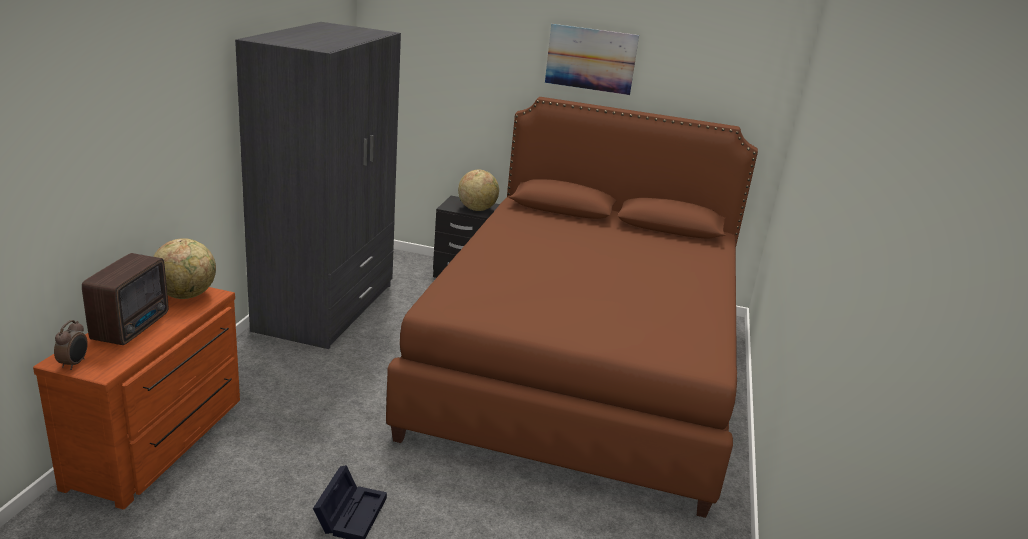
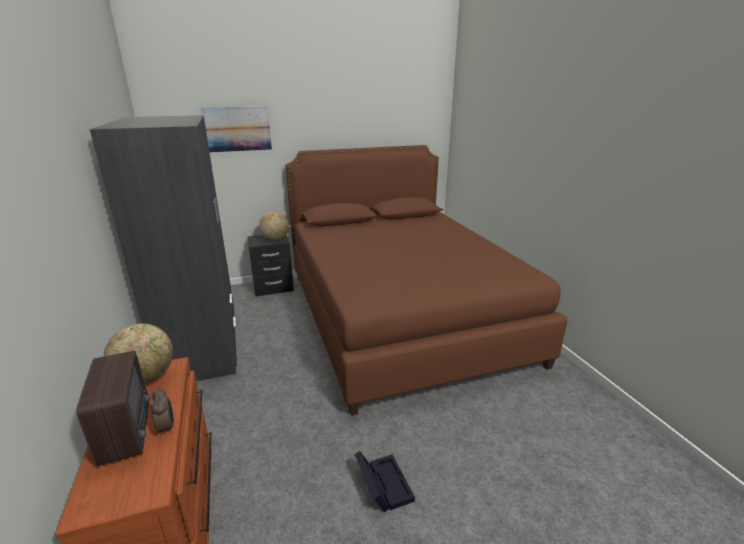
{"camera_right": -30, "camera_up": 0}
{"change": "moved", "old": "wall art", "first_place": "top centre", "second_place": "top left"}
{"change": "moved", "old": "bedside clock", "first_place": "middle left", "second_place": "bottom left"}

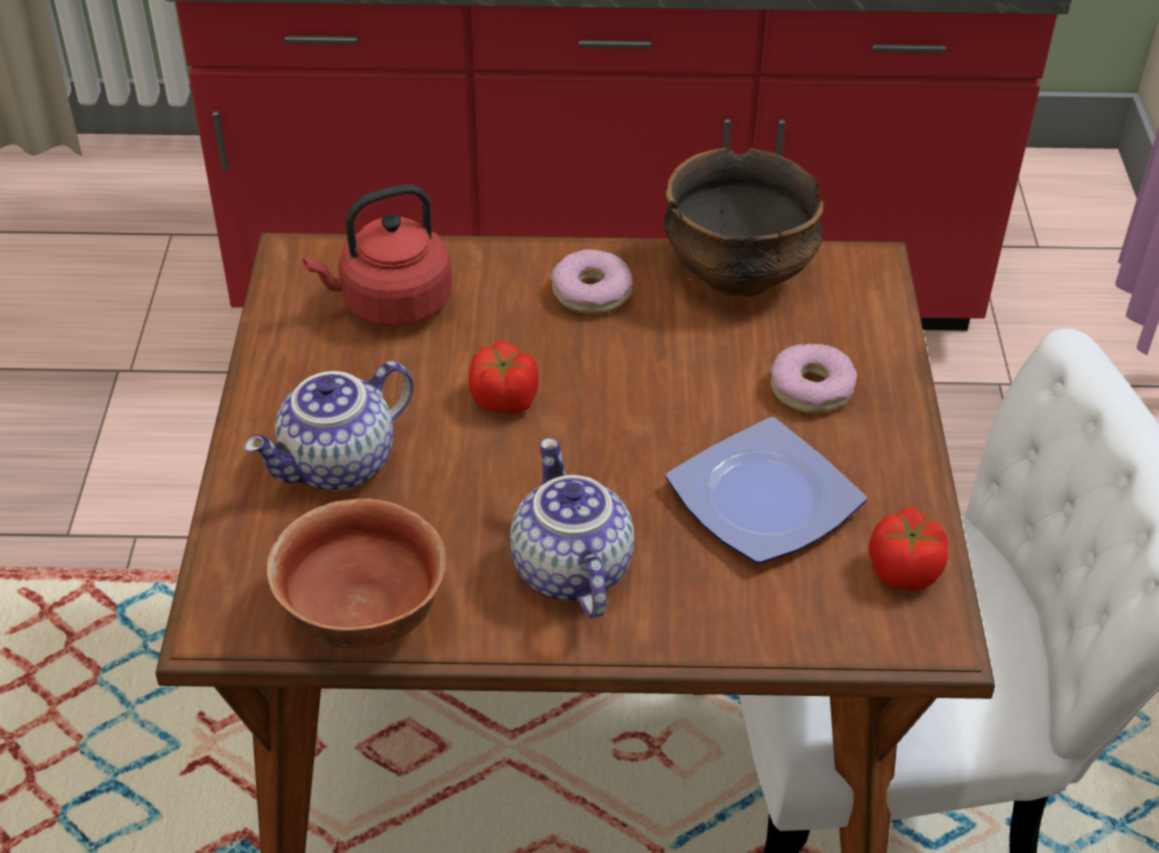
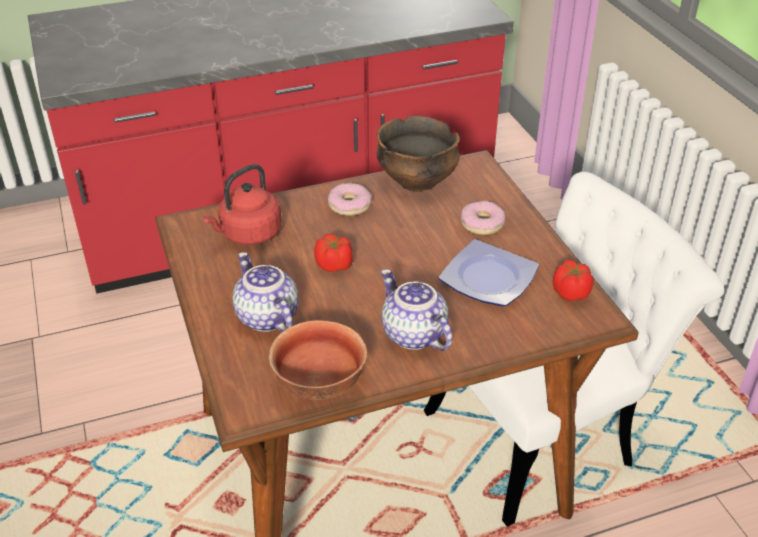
{"camera_right": -20, "camera_up": -5}
{"change": "turned", "old": "pot for tea (1st from left)", "first_place": "middle left", "second_place": "centre", "degrees": 120}

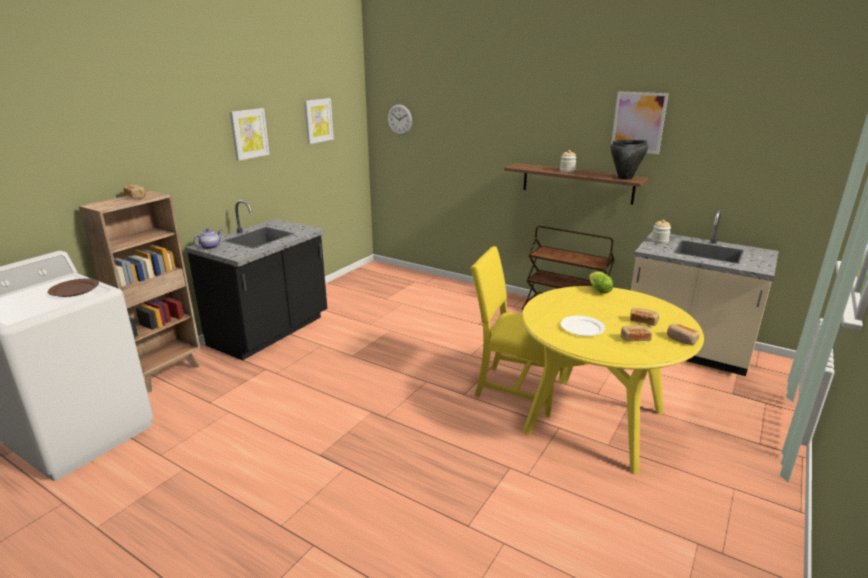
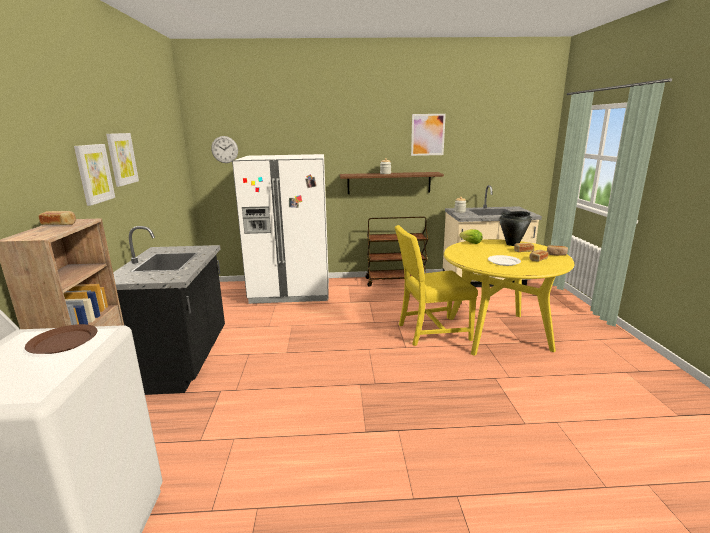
{"camera_right": -35, "camera_up": -5}
{"change": "moved", "old": "wall art (2nd from left in the first image)", "new": "wall art (1st from left)", "first_place": "top centre", "second_place": "top left"}
{"change": "moved", "old": "blackish stockpot", "first_place": "top right", "second_place": "middle right"}
{"change": "removed", "old": "pot for tea", "first_place": "middle left"}
{"change": "added", "new": "white kitchen fridge", "second_place": "centre"}

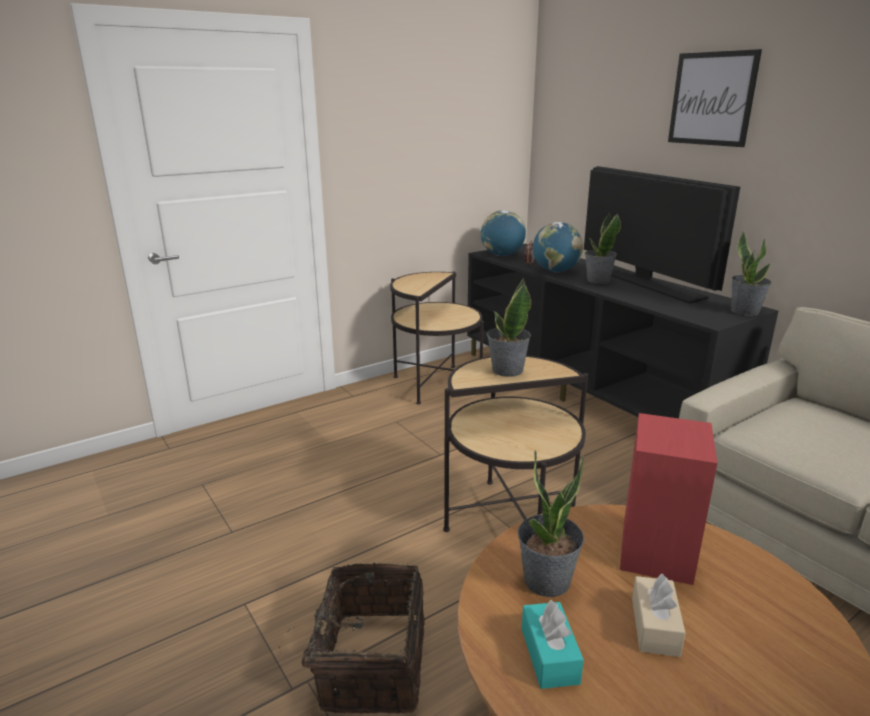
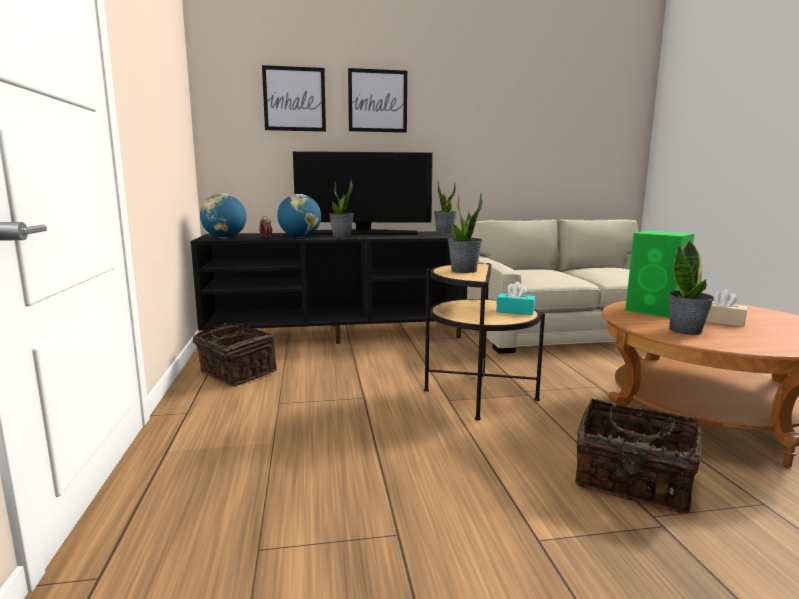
{"camera_right": -65, "camera_up": -10}
{"change": "replaced", "old": "end table (1st from left)", "new": "household basket (1st from left)", "first_place": "centre", "second_place": "middle left"}
{"change": "recoloured", "old": "red-coloured speaker", "new": "greenish speaker", "first_place": "bottom right", "second_place": "middle right"}
{"change": "moved", "old": "blue-green tissue box", "first_place": "bottom centre", "second_place": "centre"}
{"change": "added", "new": "wall art (1st from left)", "second_place": "top centre"}

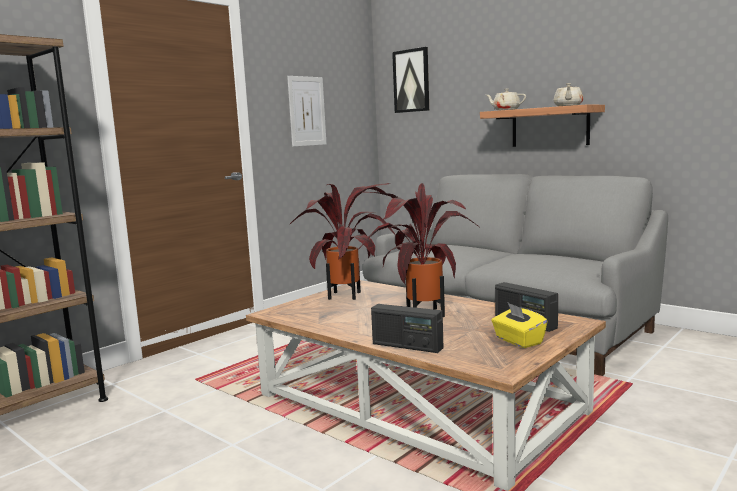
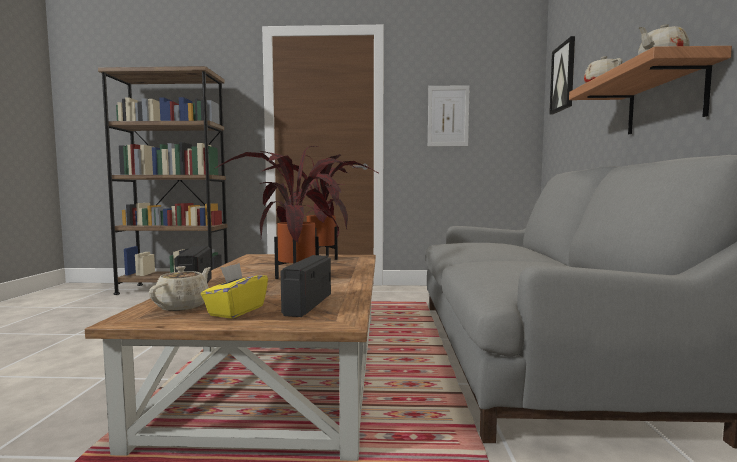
{"camera_right": 50, "camera_up": -5}
{"change": "added", "new": "sand-coloured pot for tea (1st from left)", "second_place": "middle left"}

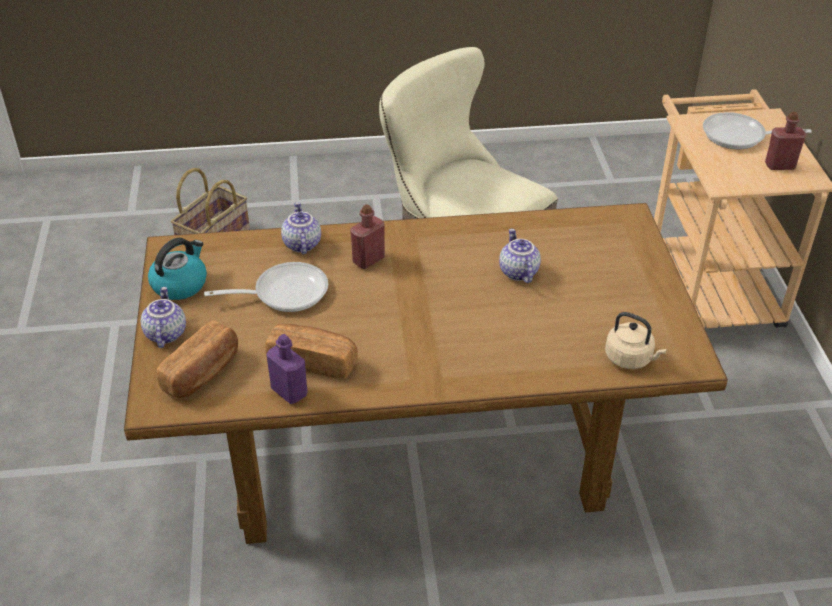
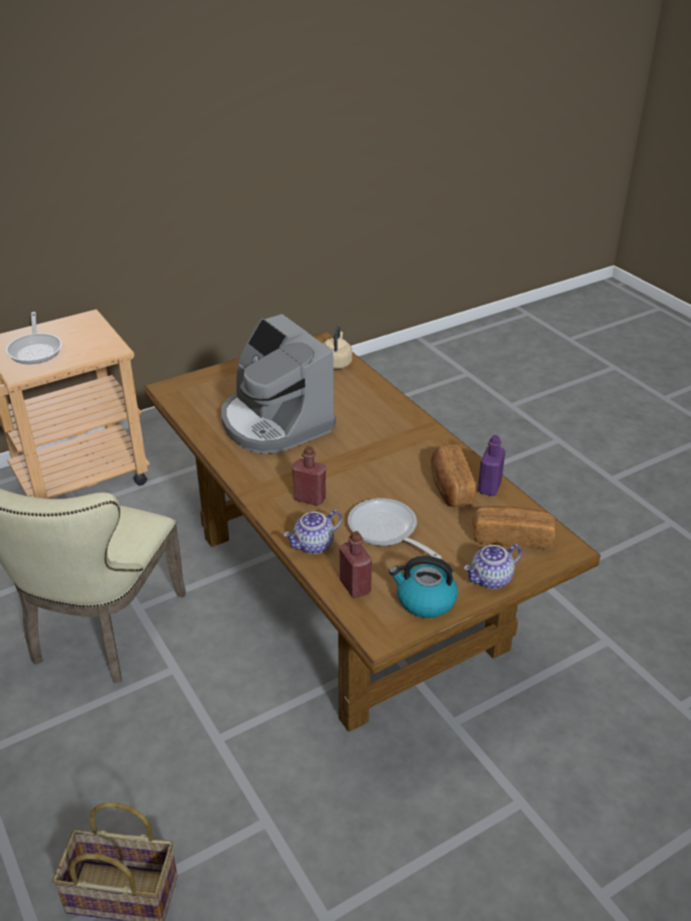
{"camera_right": -115, "camera_up": -5}
{"change": "moved", "old": "red-coloured bottle (2nd from left)", "first_place": "top right", "second_place": "centre"}
{"change": "replaced", "old": "pot for tea (3rd from left)", "new": "coffee brewer", "first_place": "centre", "second_place": "centre"}

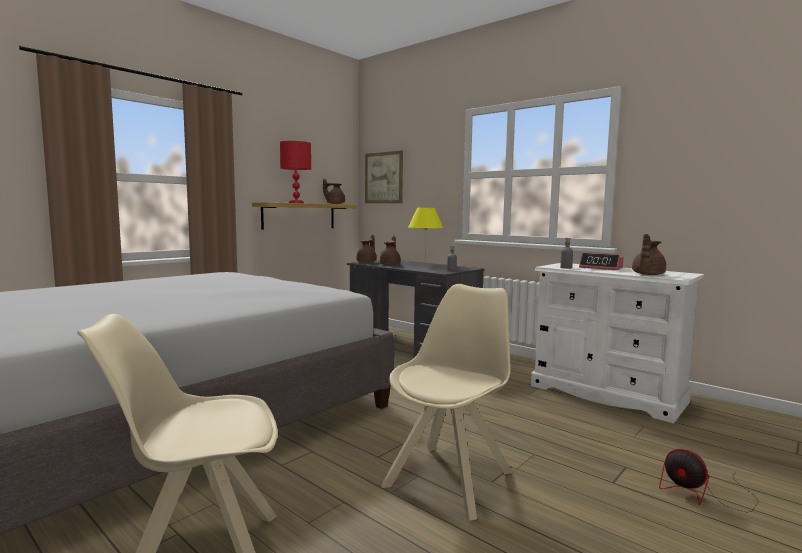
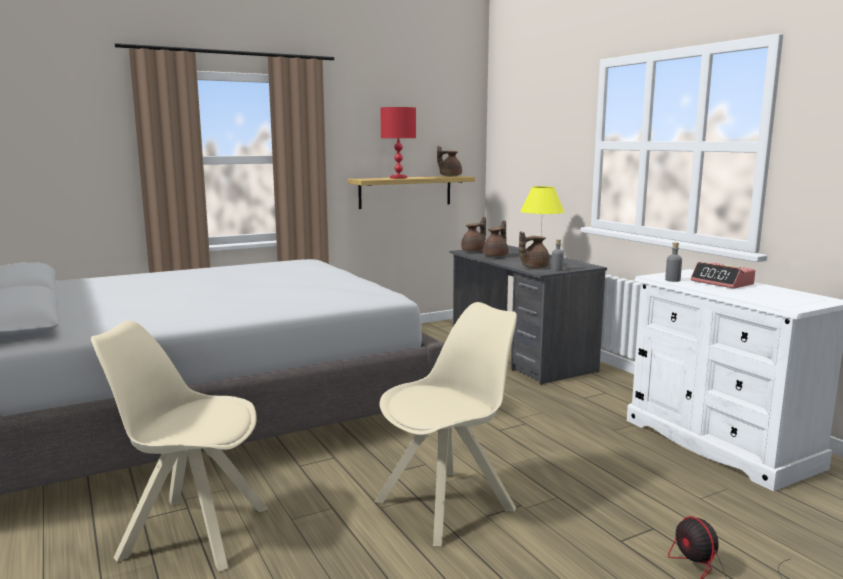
{"camera_right": 20, "camera_up": 5}
{"change": "removed", "old": "wall art", "first_place": "top centre"}
{"change": "moved", "old": "brown pot for tea (4th from left)", "first_place": "middle right", "second_place": "centre"}

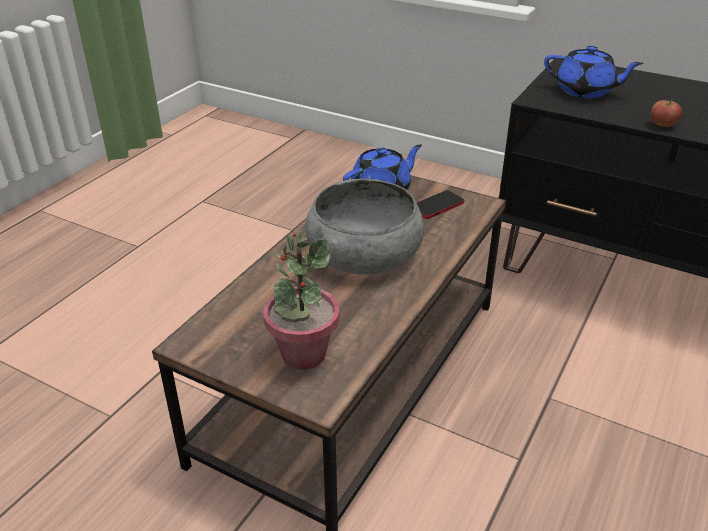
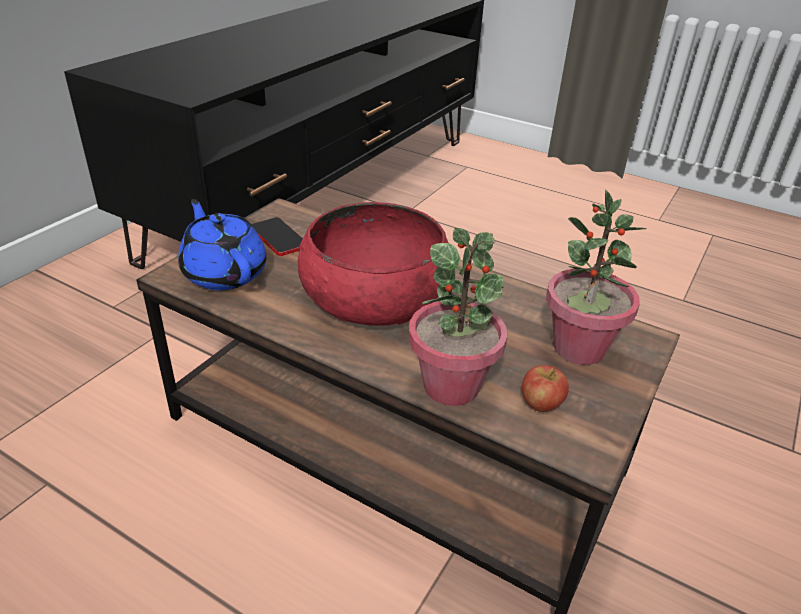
{"camera_right": -90, "camera_up": 0}
{"change": "removed", "old": "bluish pot for tea (2nd from left)", "first_place": "top right"}
{"change": "moved", "old": "apple fruit", "first_place": "top right", "second_place": "middle right"}
{"change": "recoloured", "old": "greyish deep dish", "new": "red-coloured deep dish", "first_place": "centre", "second_place": "centre"}
{"change": "added", "new": "houseplant (1st from left)", "second_place": "centre"}

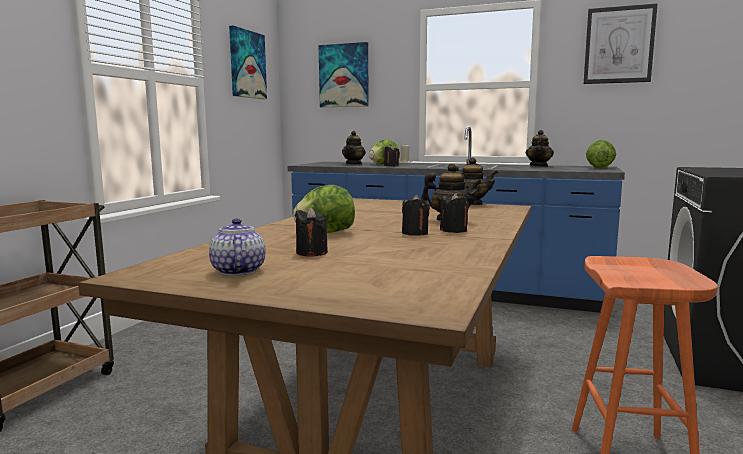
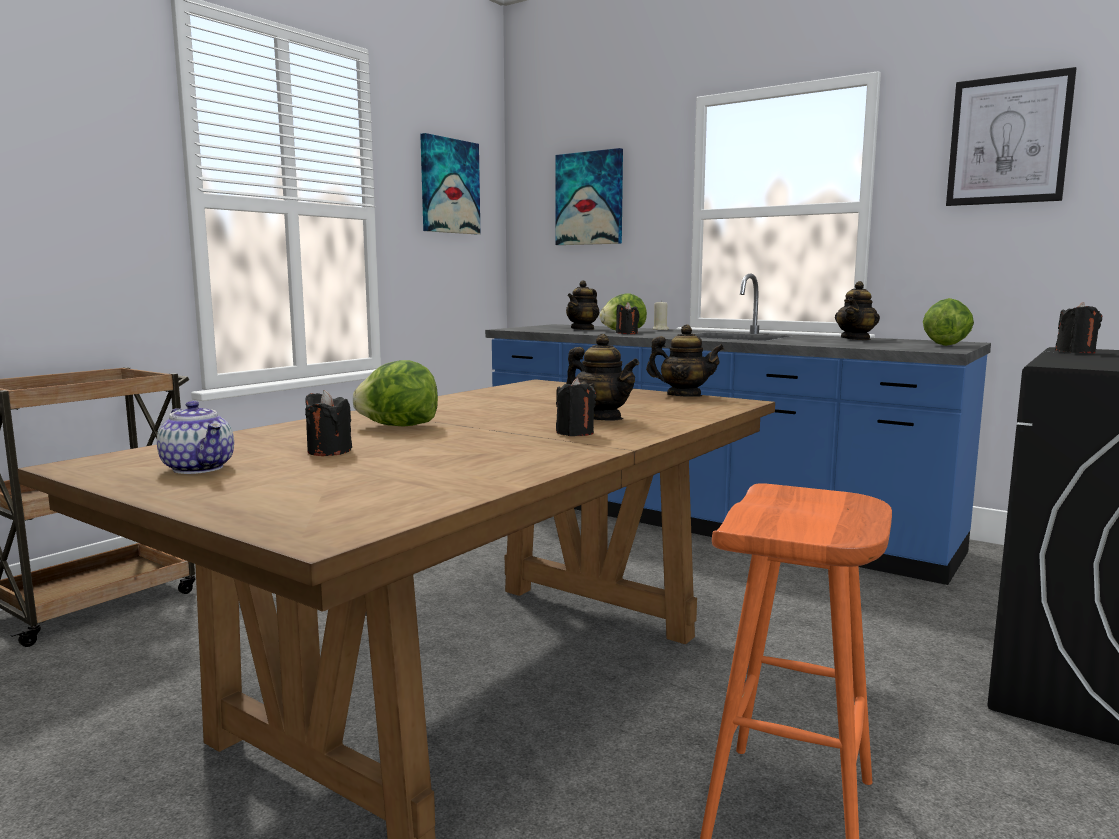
{"camera_right": 15, "camera_up": 0}
{"change": "moved", "old": "blackish wax candle (3rd from left in the first image)", "new": "blackish wax candle (4th from left)", "first_place": "centre", "second_place": "middle right"}
{"change": "turned", "old": "pot for tea (1st from left)", "first_place": "middle left", "second_place": "middle left", "degrees": 135}

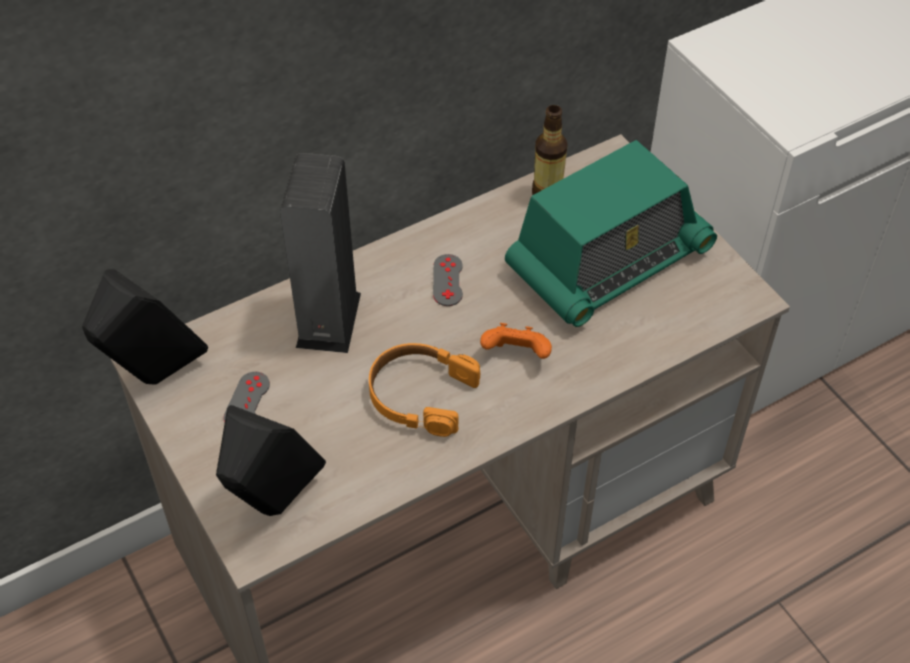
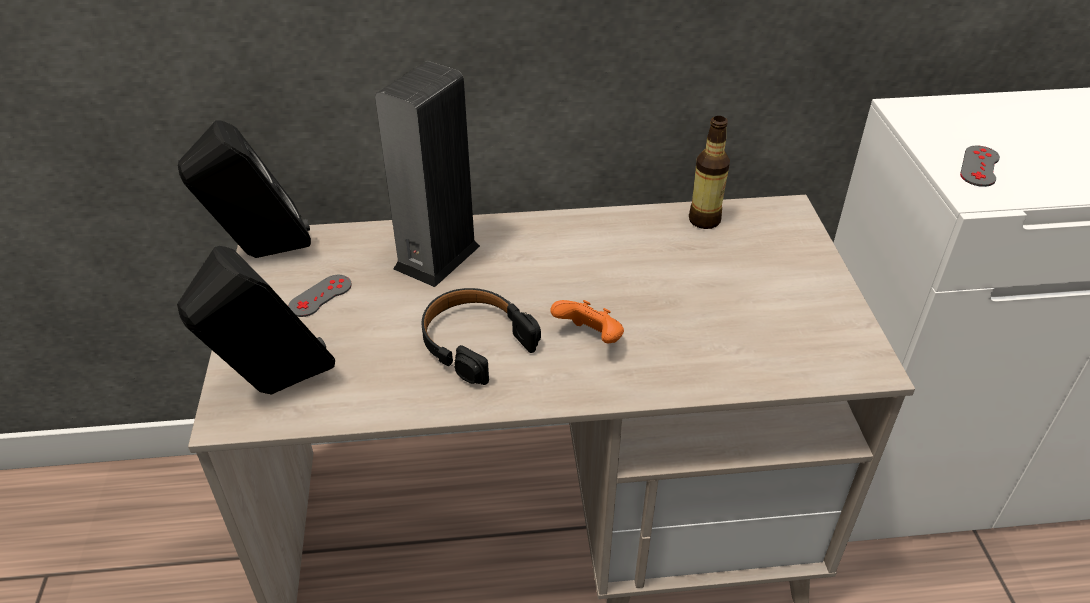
{"camera_right": 25, "camera_up": -10}
{"change": "removed", "old": "radio", "first_place": "middle right"}
{"change": "moved", "old": "greyish joypad (2nd from left)", "first_place": "centre", "second_place": "top right"}
{"change": "recoloured", "old": "orange-coloured pair of headphones", "new": "blackish pair of headphones", "first_place": "centre", "second_place": "centre"}

